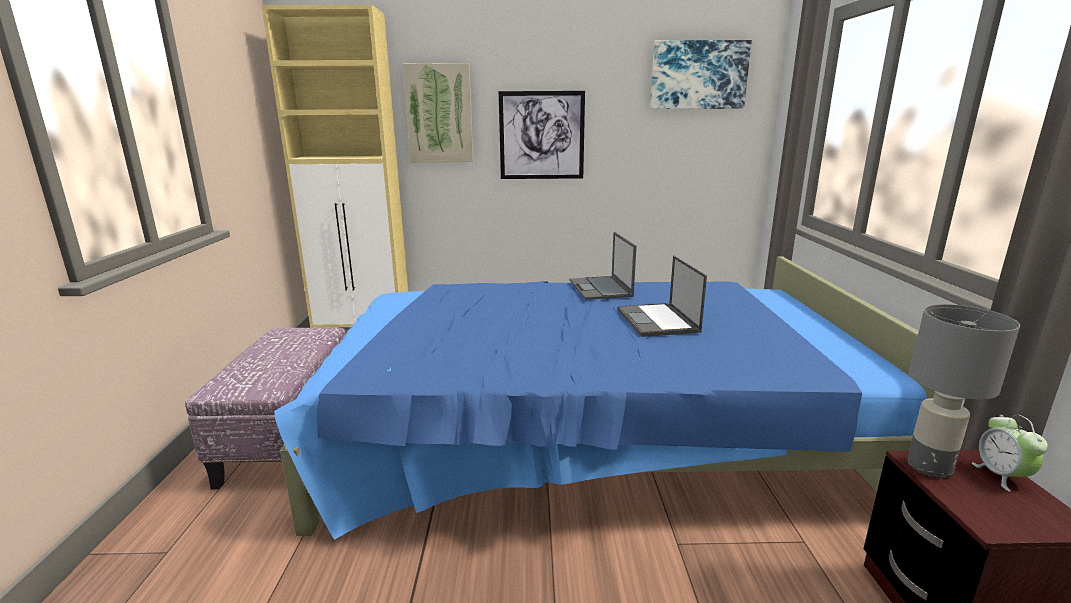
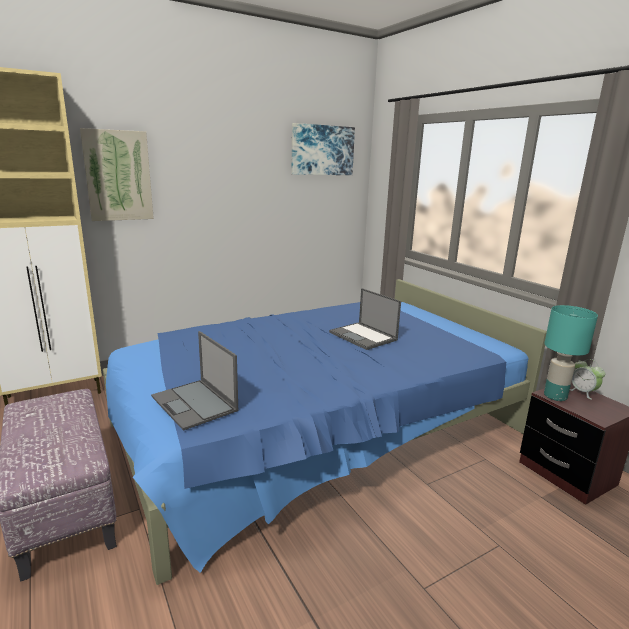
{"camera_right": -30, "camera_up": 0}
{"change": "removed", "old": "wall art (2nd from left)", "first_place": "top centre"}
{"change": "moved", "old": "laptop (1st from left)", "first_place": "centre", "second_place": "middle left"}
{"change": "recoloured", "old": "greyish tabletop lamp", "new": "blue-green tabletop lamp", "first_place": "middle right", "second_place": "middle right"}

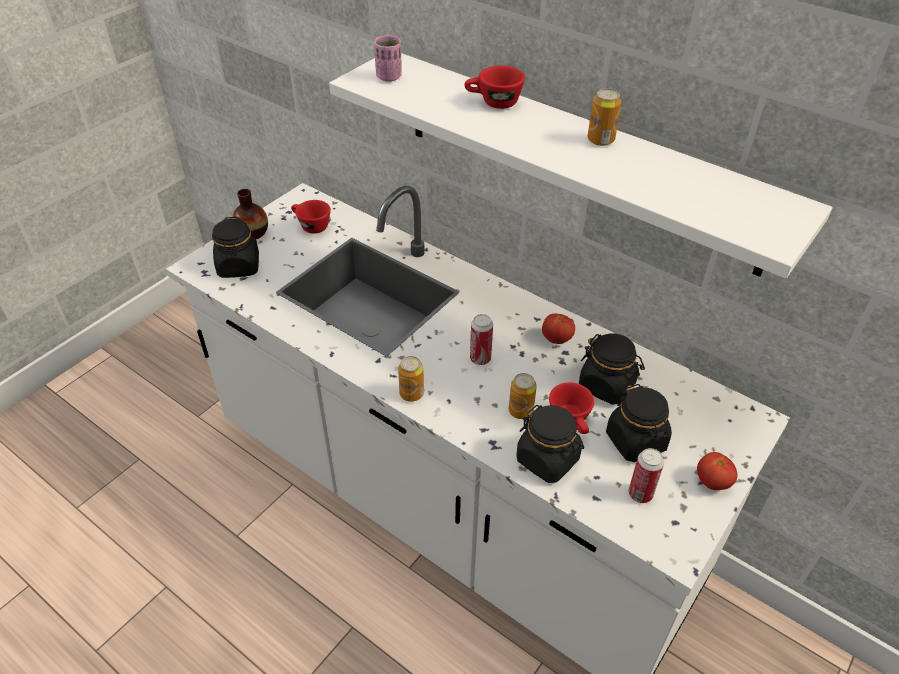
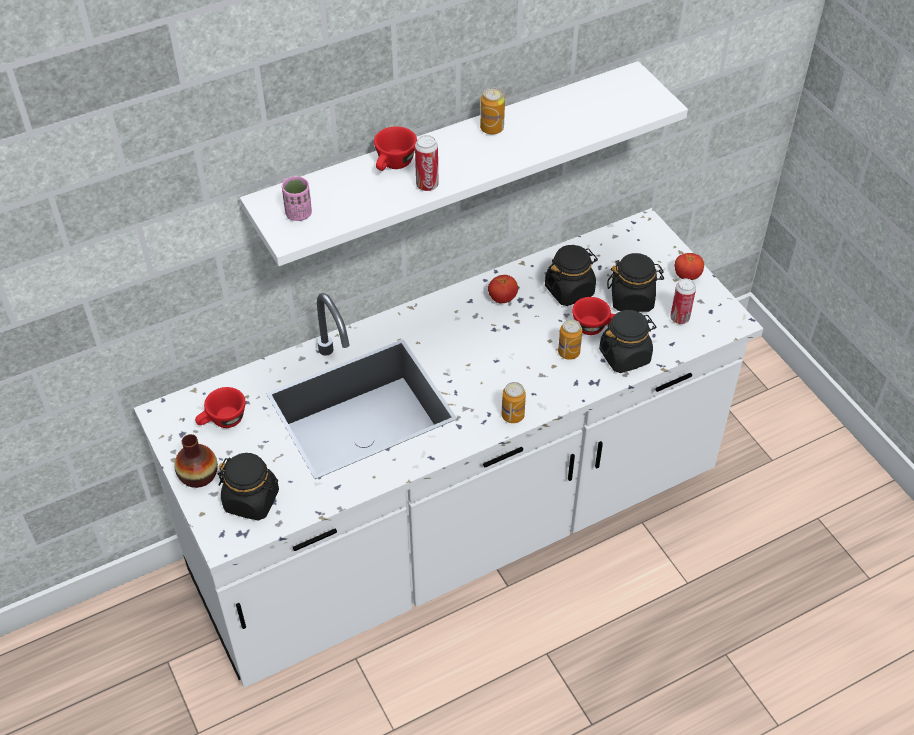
{"camera_right": -65, "camera_up": 5}
{"change": "moved", "old": "metal can (2nd from left in the first image)", "new": "metal can (1st from left)", "first_place": "centre", "second_place": "top centre"}

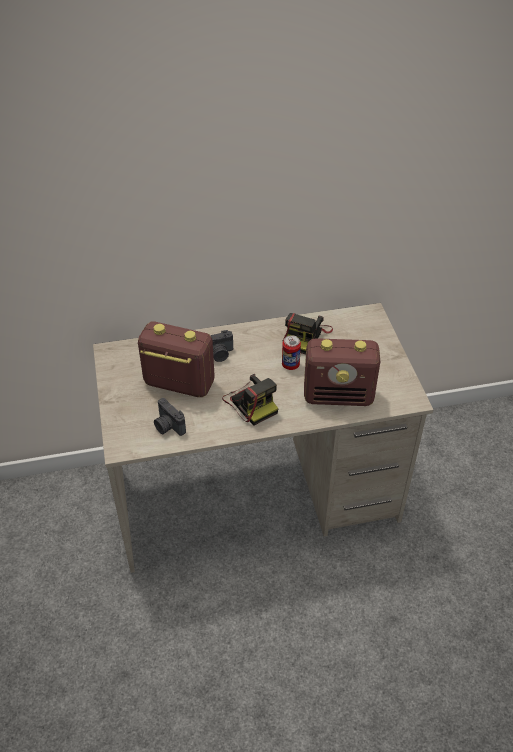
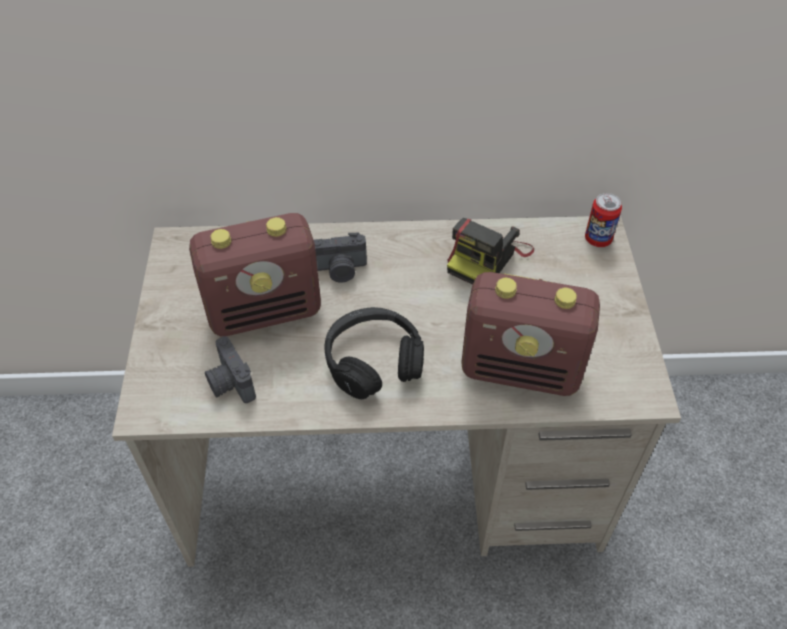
{"camera_right": 10, "camera_up": 5}
{"change": "turned", "old": "radio (1st from left)", "first_place": "centre", "second_place": "middle left", "degrees": 135}
{"change": "moved", "old": "metal can", "first_place": "centre", "second_place": "middle right"}
{"change": "replaced", "old": "photo camera (3rd from left)", "new": "blackish pair of headphones", "first_place": "centre", "second_place": "centre"}

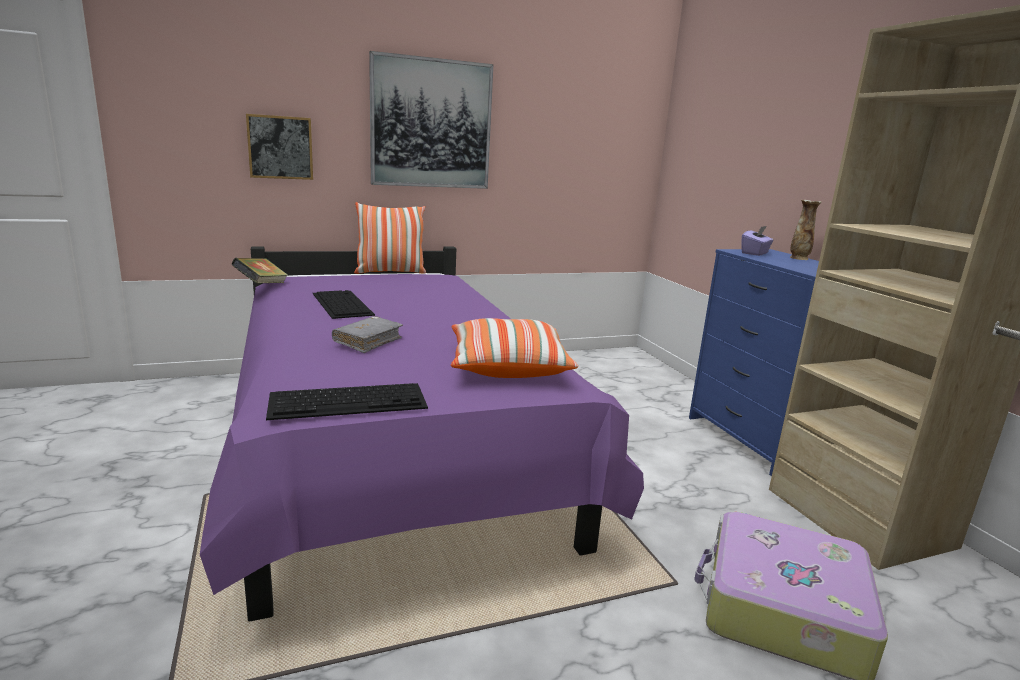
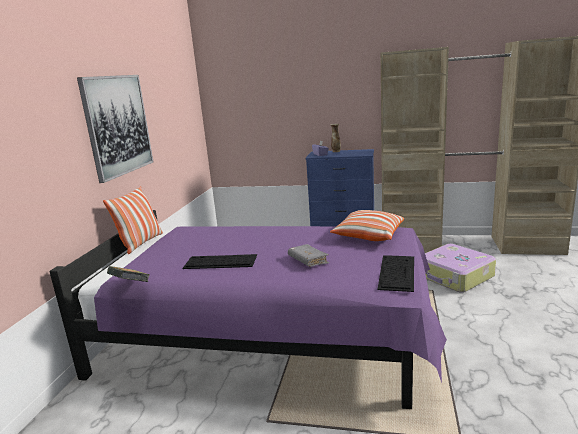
{"camera_right": -55, "camera_up": 0}
{"change": "removed", "old": "wall art (1st from left)", "first_place": "top left"}

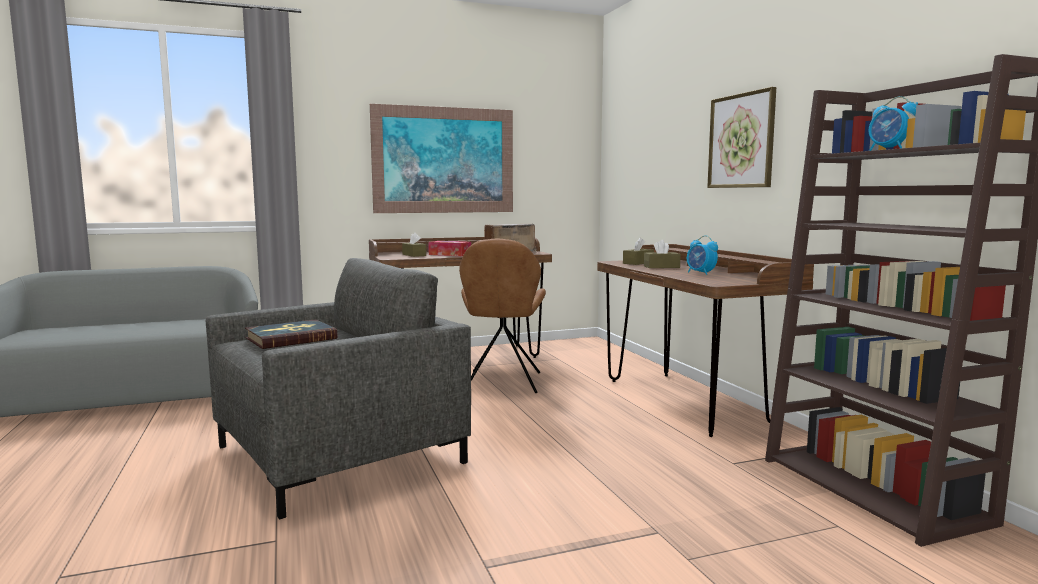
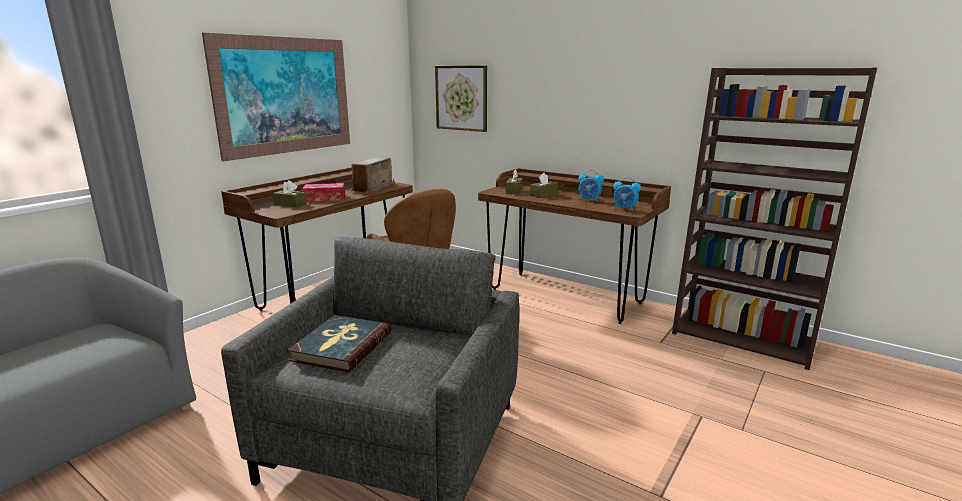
{"camera_right": -35, "camera_up": 10}
{"change": "moved", "old": "wall art (2nd from left)", "first_place": "top right", "second_place": "top centre"}
{"change": "moved", "old": "bedside clock (2nd from left)", "first_place": "top right", "second_place": "centre"}

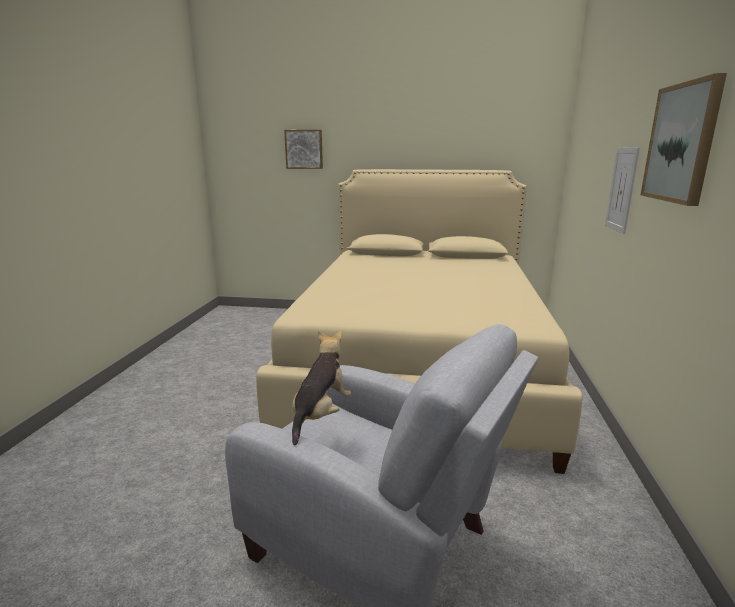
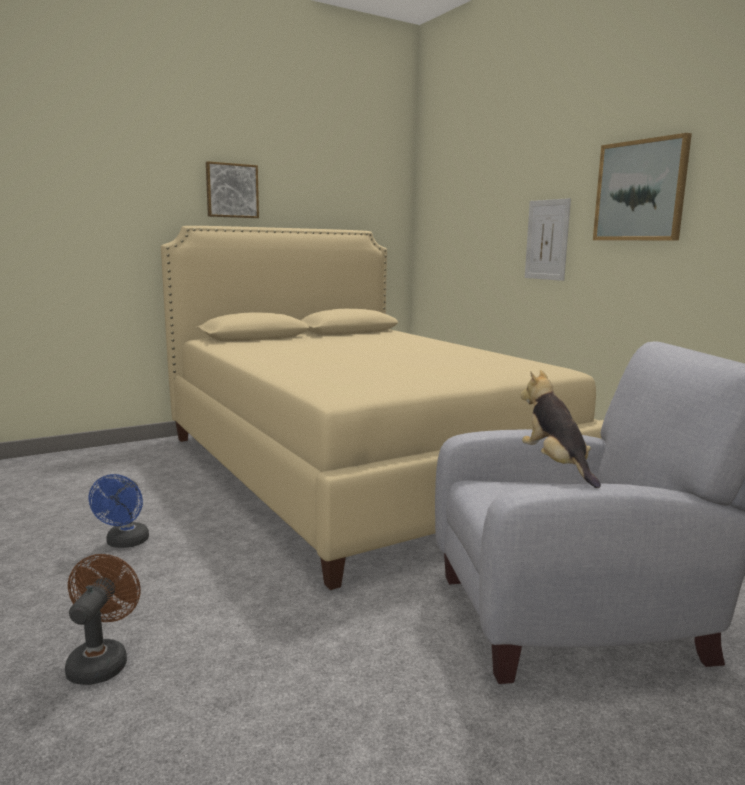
{"camera_right": -40, "camera_up": -5}
{"change": "moved", "old": "wall art (1st from left)", "first_place": "top centre", "second_place": "top left"}
{"change": "added", "new": "bluish cooling fan", "second_place": "middle left"}
{"change": "added", "new": "brown cooling fan", "second_place": "bottom left"}

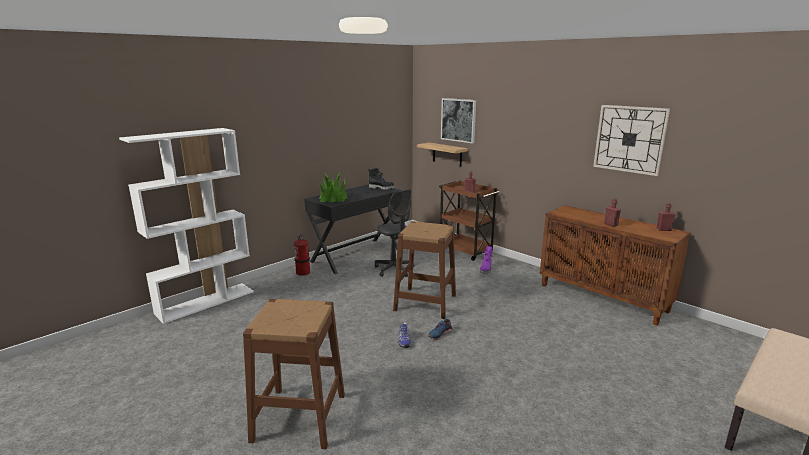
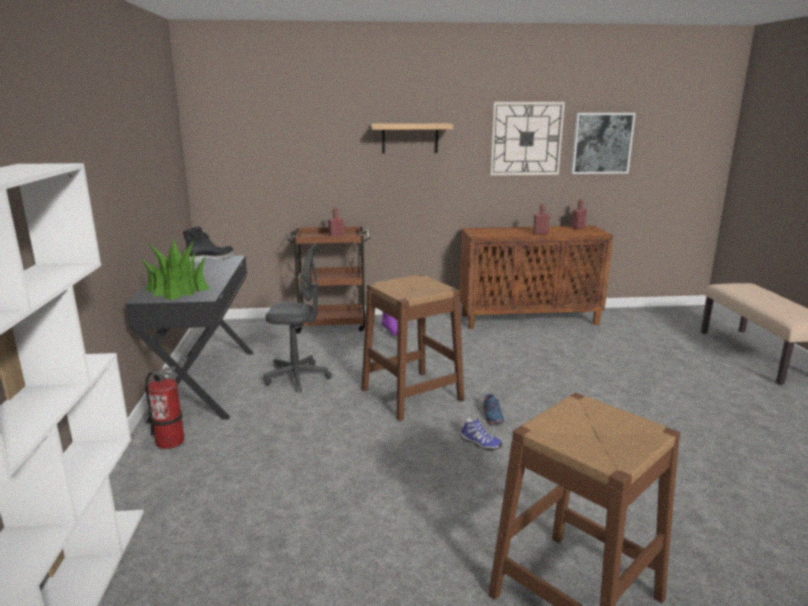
{"camera_right": -50, "camera_up": 0}
{"change": "moved", "old": "wall art", "first_place": "top centre", "second_place": "top right"}
{"change": "moved", "old": "bracket shelf", "first_place": "centre", "second_place": "top centre"}

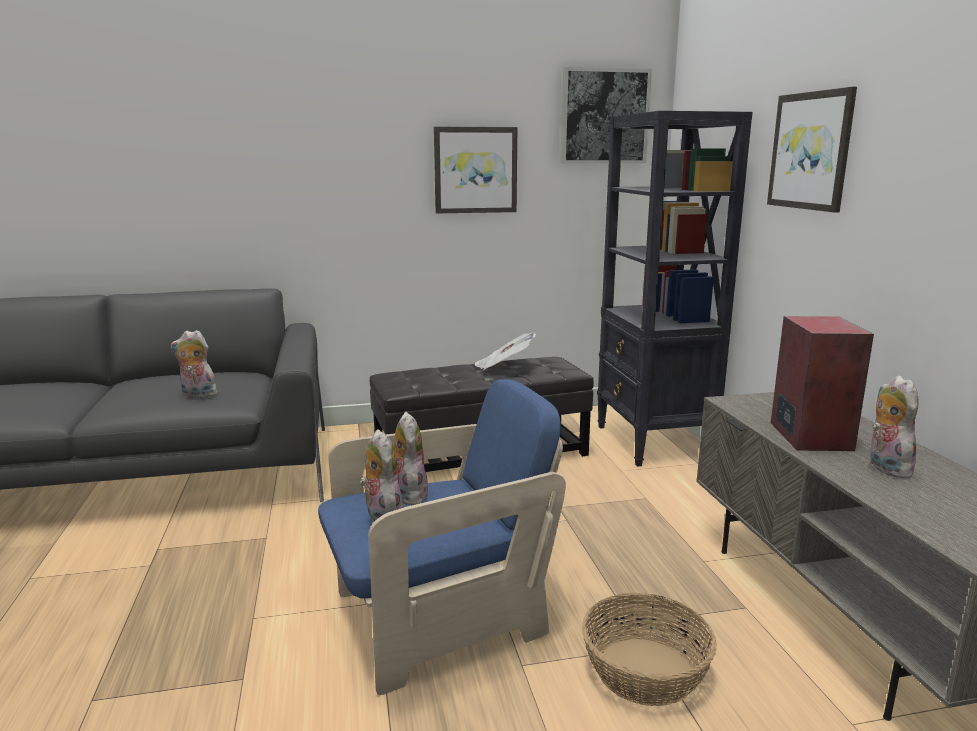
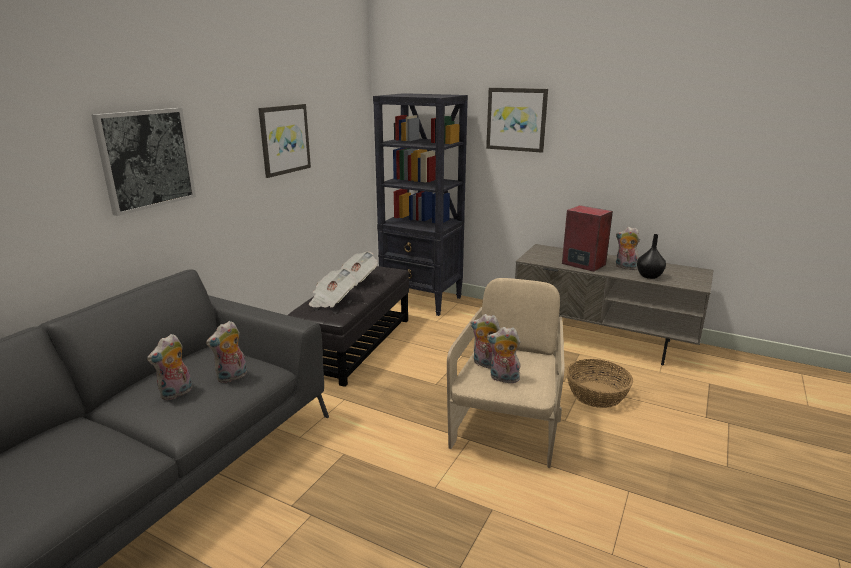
{"camera_right": -50, "camera_up": 5}
{"change": "moved", "old": "wall art (2nd from left in the first image)", "new": "wall art (1st from left)", "first_place": "top centre", "second_place": "top left"}
{"change": "recoloured", "old": "bluish lounge chair", "new": "sand-coloured lounge chair", "first_place": "bottom centre", "second_place": "centre"}
{"change": "added", "new": "blackish decorative vase", "second_place": "middle right"}
{"change": "added", "new": "printed paper (1st from left)", "second_place": "centre"}
{"change": "added", "new": "plush toy (1st from left)", "second_place": "middle left"}

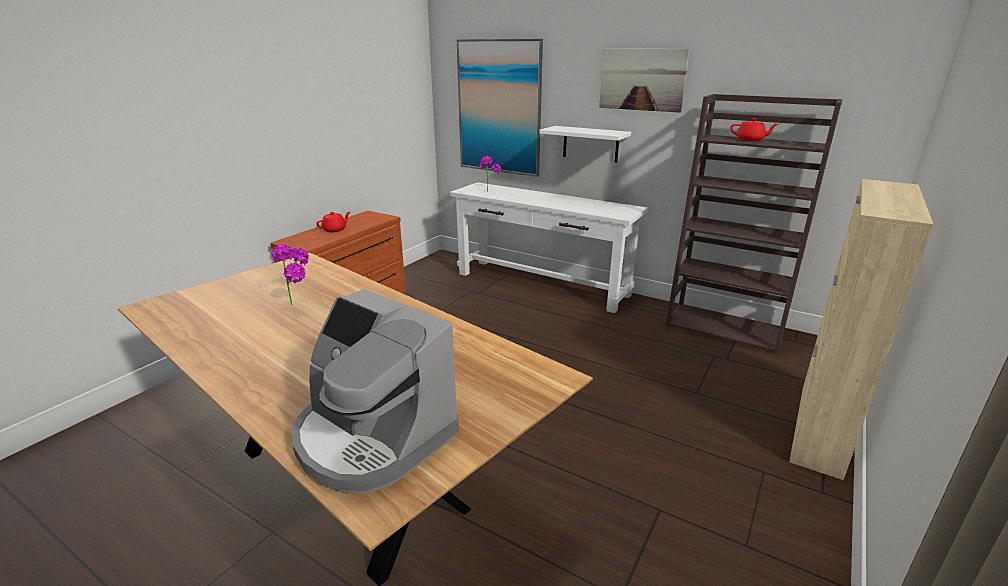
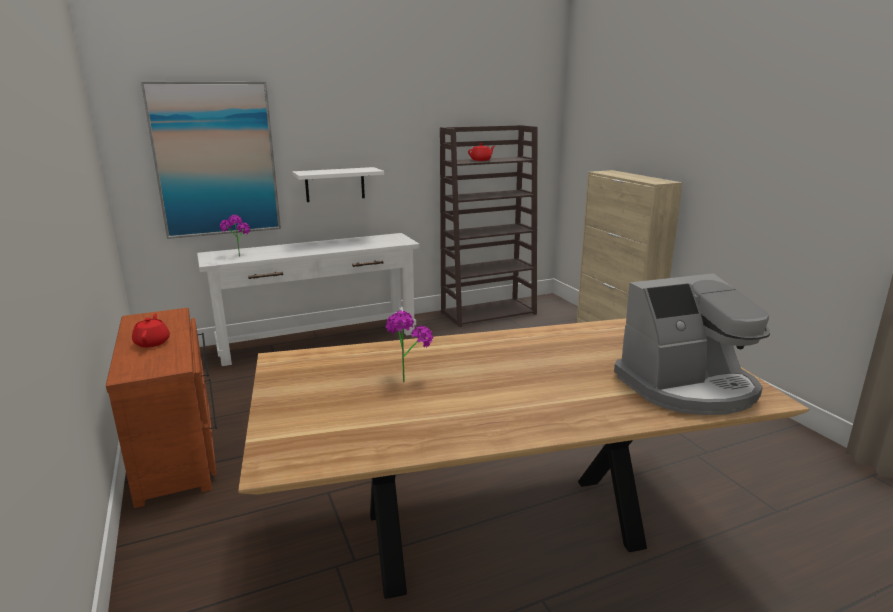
{"camera_right": -55, "camera_up": -5}
{"change": "removed", "old": "wall art (2nd from left)", "first_place": "top centre"}

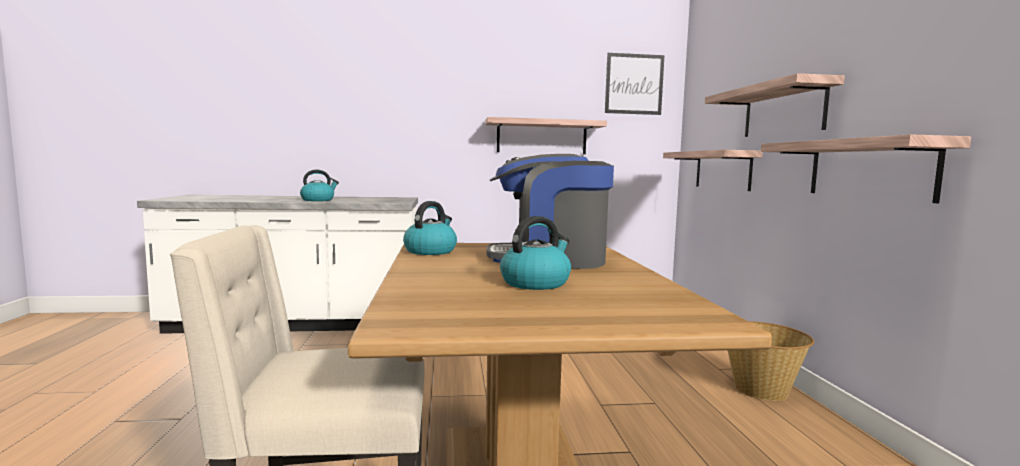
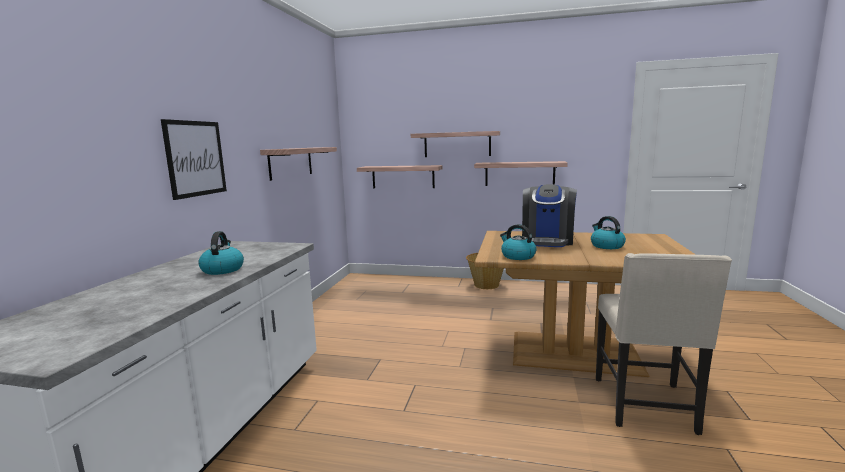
{"camera_right": -70, "camera_up": 5}
{"change": "moved", "old": "wall art", "first_place": "top centre", "second_place": "middle left"}

